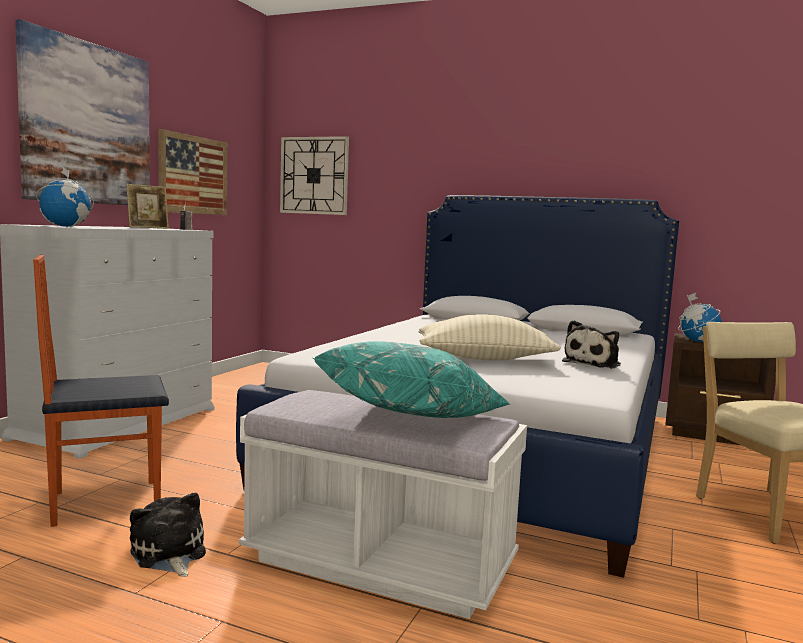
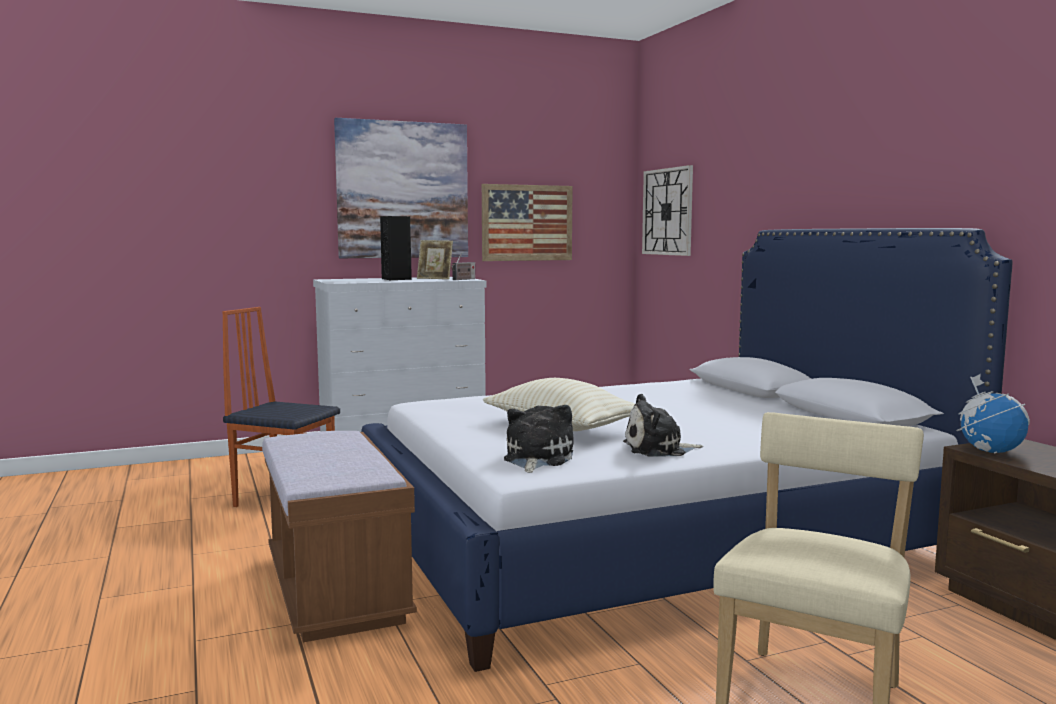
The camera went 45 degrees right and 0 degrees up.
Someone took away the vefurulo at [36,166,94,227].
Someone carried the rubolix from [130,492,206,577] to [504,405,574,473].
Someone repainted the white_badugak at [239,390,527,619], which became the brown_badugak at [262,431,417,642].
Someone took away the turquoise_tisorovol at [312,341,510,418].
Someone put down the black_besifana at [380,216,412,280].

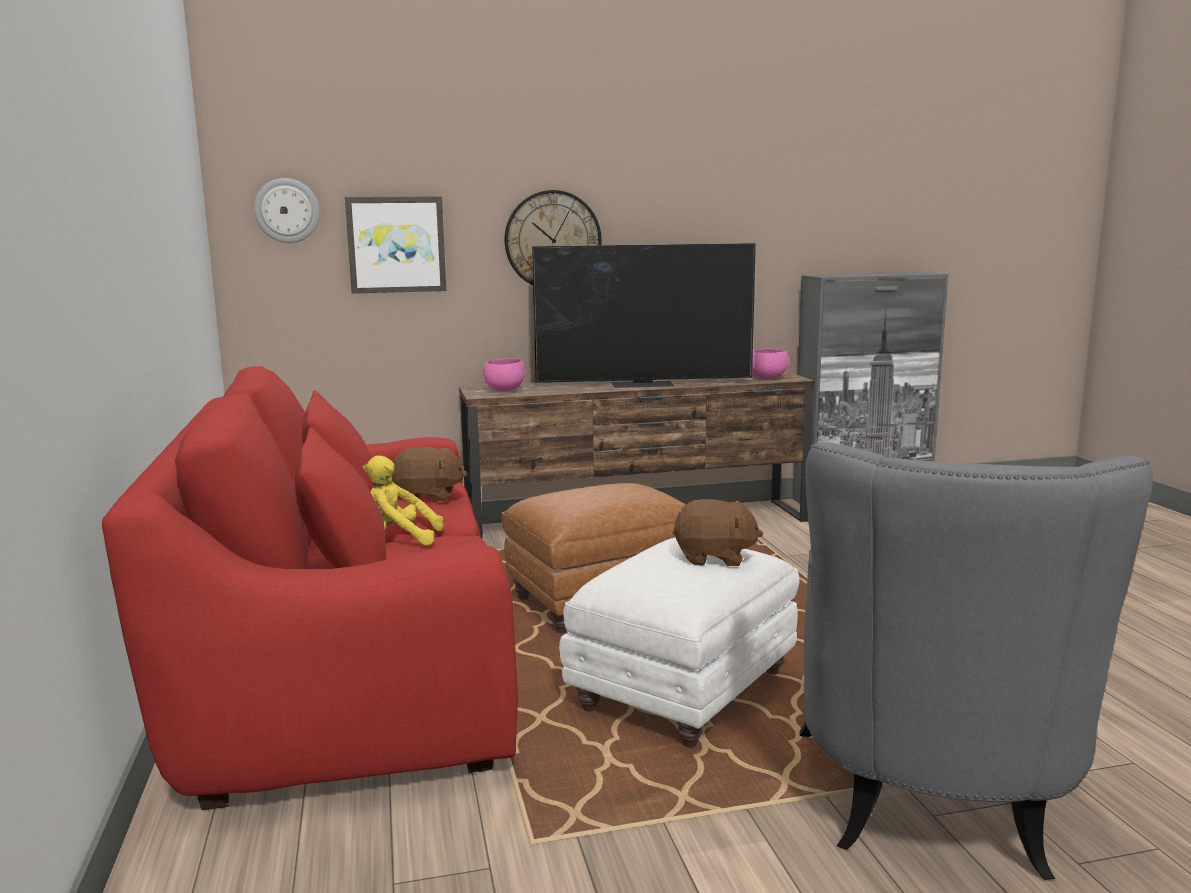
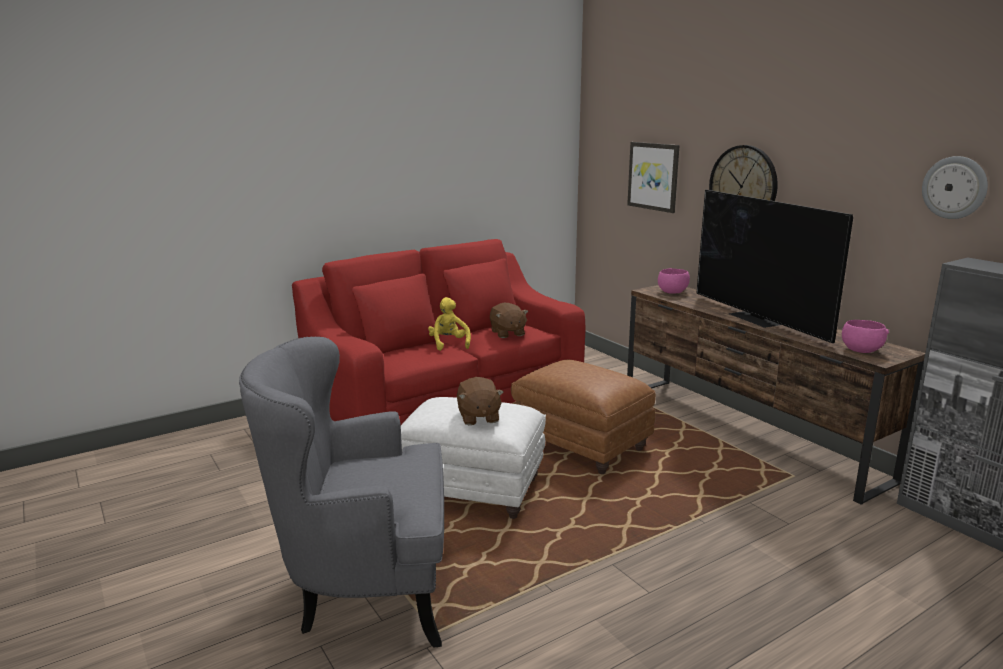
The camera went 70 degrees right and 5 degrees up.
Someone carried the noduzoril from [254,178,320,243] to [922,156,988,219].

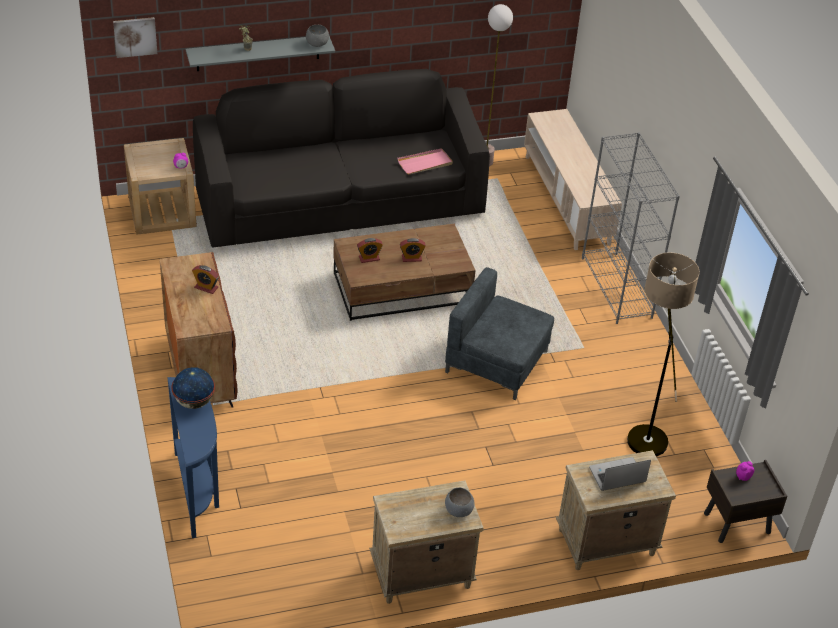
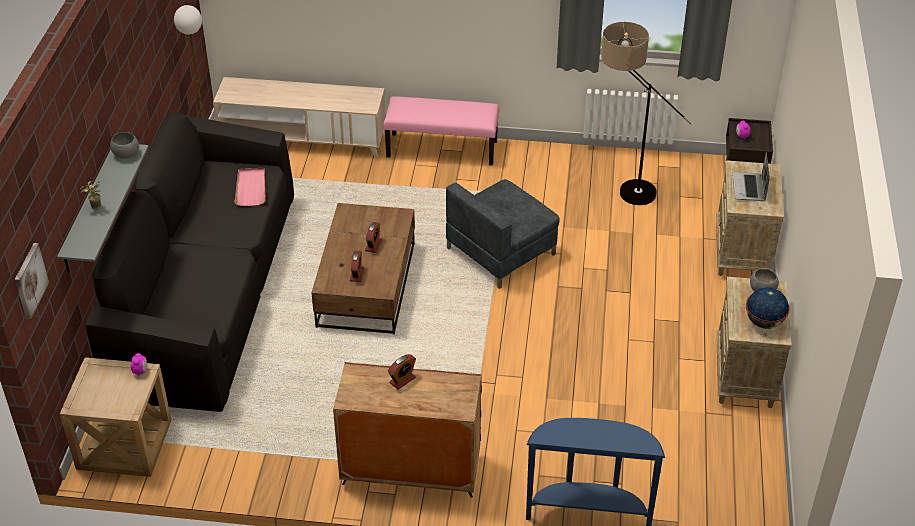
The camera went 65 degrees left and 0 degrees up.
Someone carried the vefurulo from [171,367,215,409] to [746,287,790,329].
Someone swapped the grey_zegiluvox at [582,132,680,324] for the pink_badugak at [383,96,500,165].

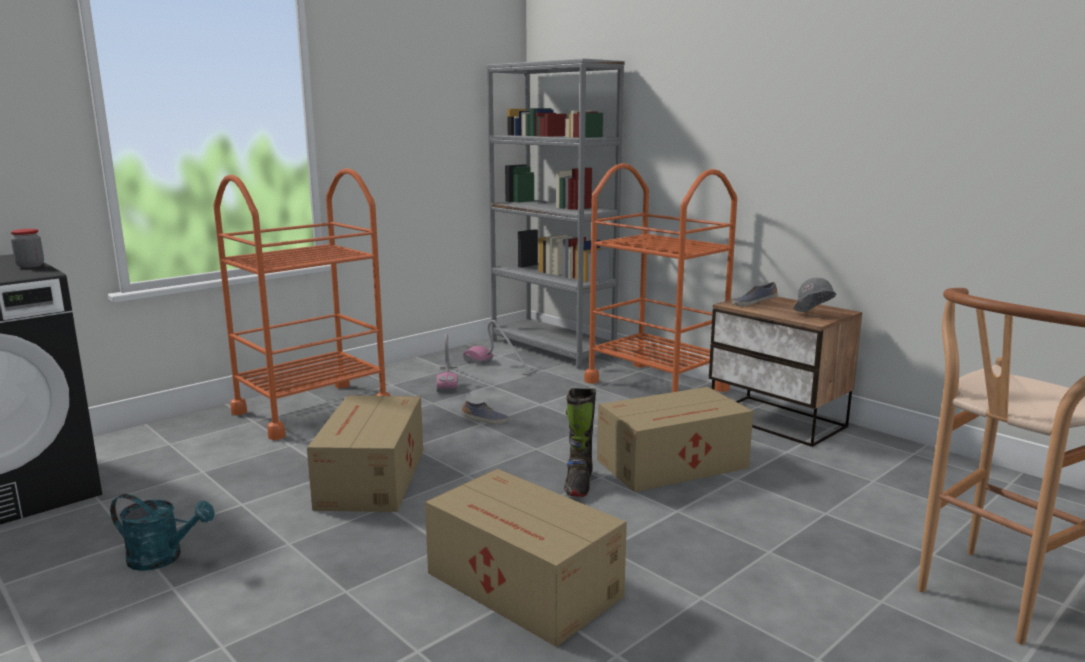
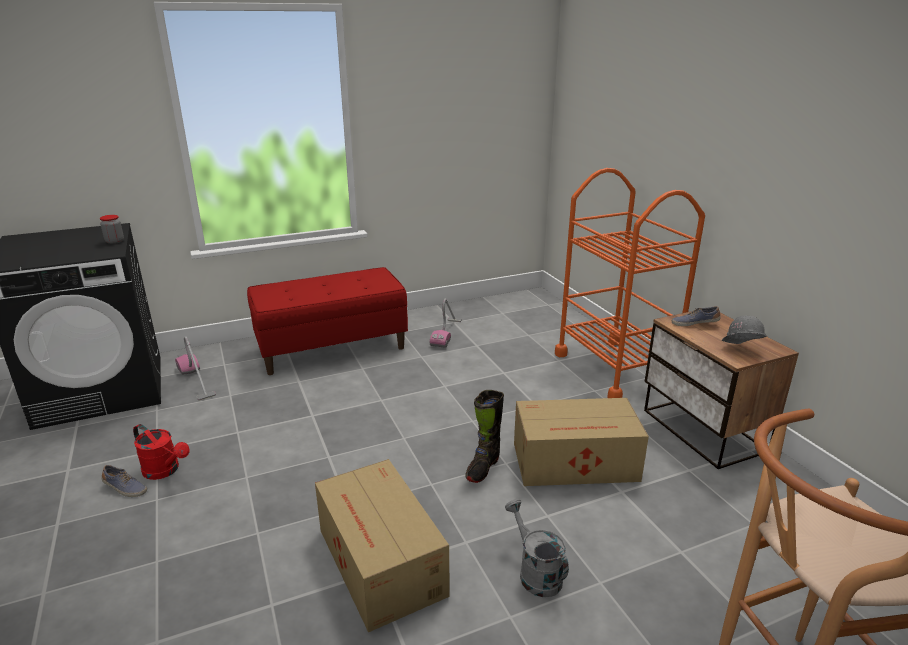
The camera went 20 degrees right and 10 degrees up.
Someone repainted the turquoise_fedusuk at [110,494,215,571], which became the red_fedusuk at [133,424,190,480].
Someone swapped the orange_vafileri at [213,168,391,440] for the red_badugak at [247,267,408,375].
Someone took away the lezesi at [307,395,423,512].
Someone carried the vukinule from [461,401,509,424] to [101,465,147,497].
Someone carried the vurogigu from [463,320,538,376] to [175,336,216,401].
Someone took away the grey_zegiluvox at [486,59,625,369].
Someone put down the grey_fedusuk at [505,499,569,597].

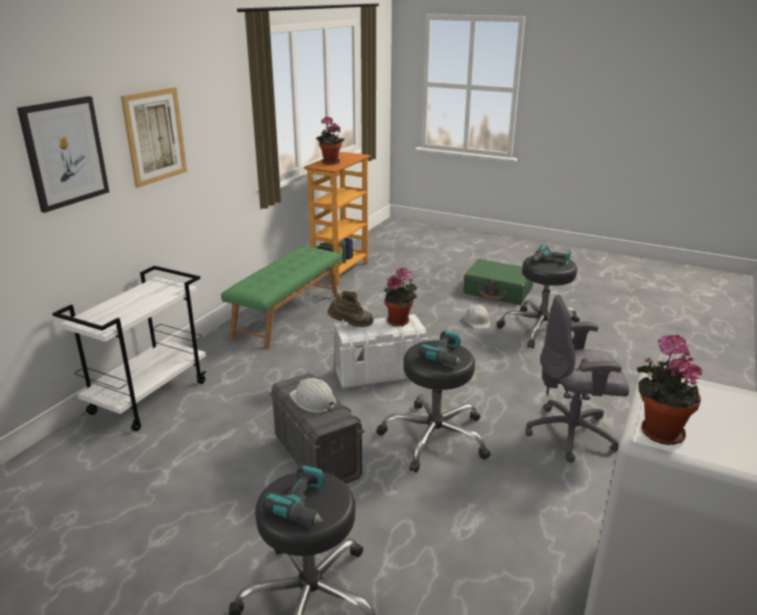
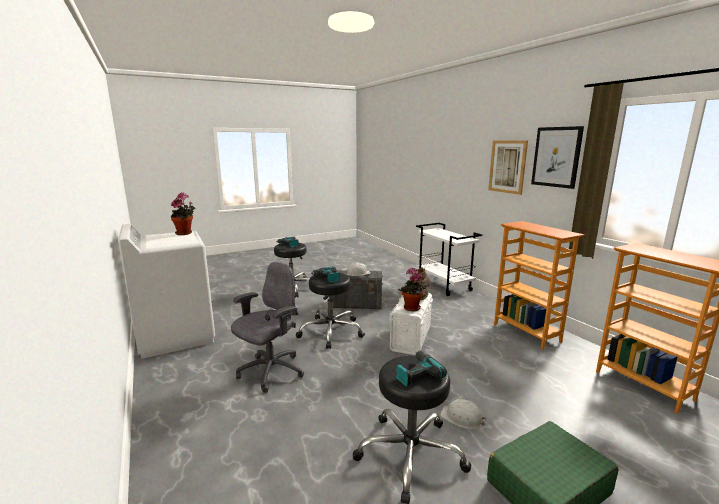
The camera went 125 degrees right and 10 degrees down.
Someone carried the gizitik from [17,96,109,213] to [531,126,584,189].
Someone swapped the green_badugak at [221,246,341,349] for the zegiluvox at [494,221,585,350].
Someone took away the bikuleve at [316,116,345,164].

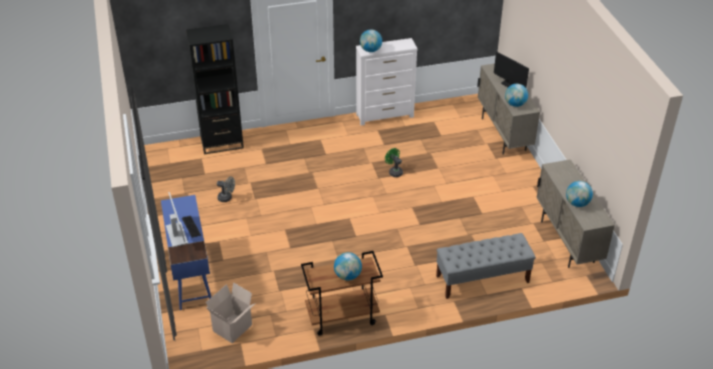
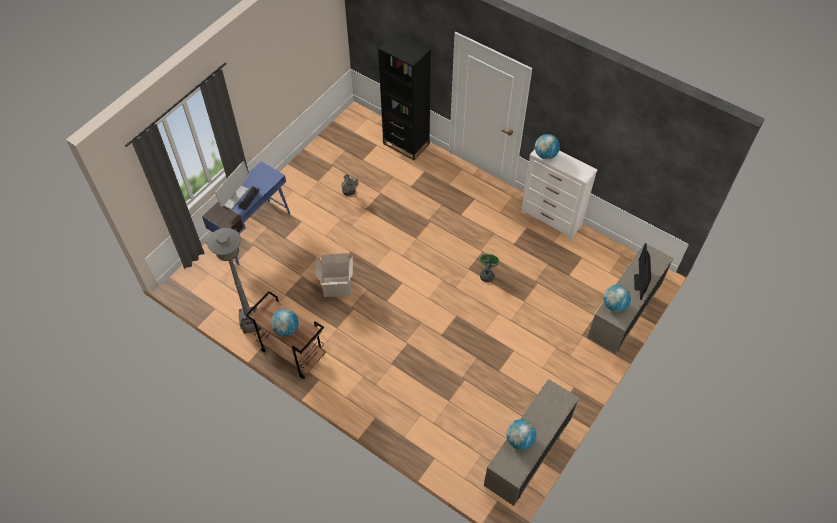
The camera went 50 degrees right and 15 degrees up.
Someone carried the lezesi from [206,282,256,343] to [316,253,353,297].
Someone took away the grey_badugak at [436,233,536,299].
Someone put down the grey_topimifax at [207,228,261,333].

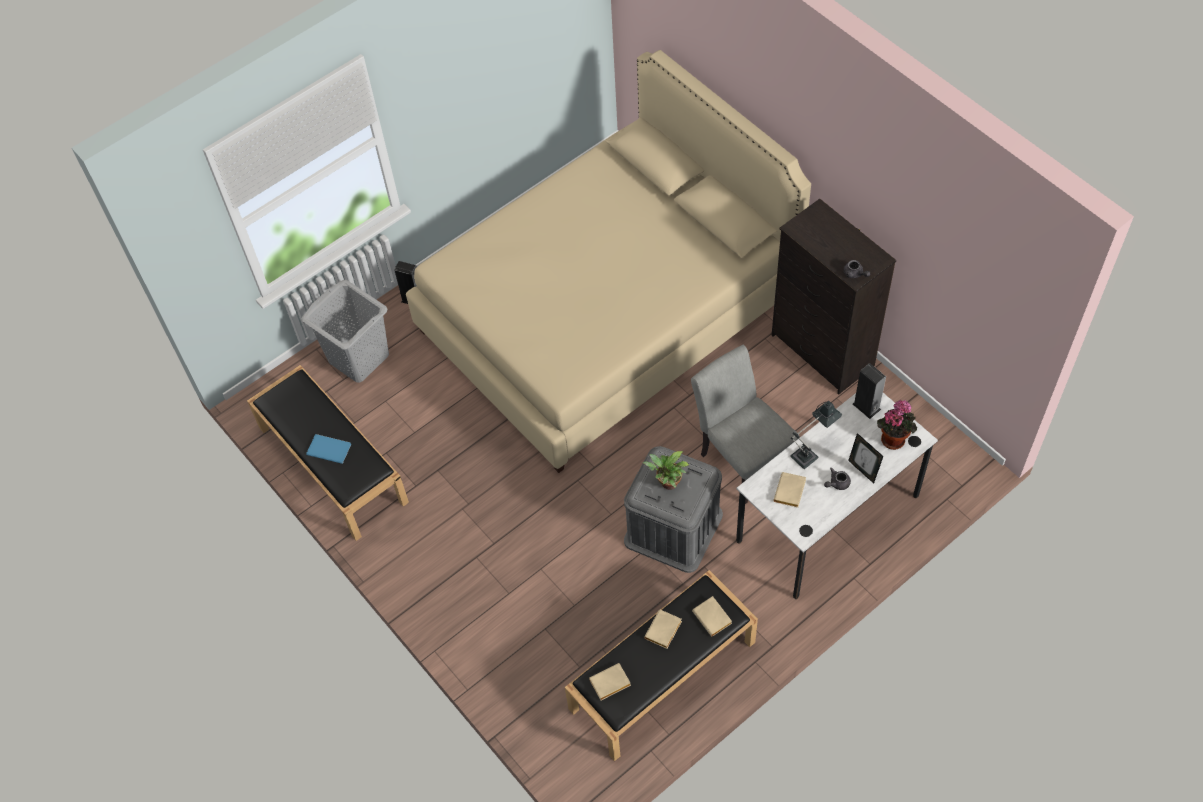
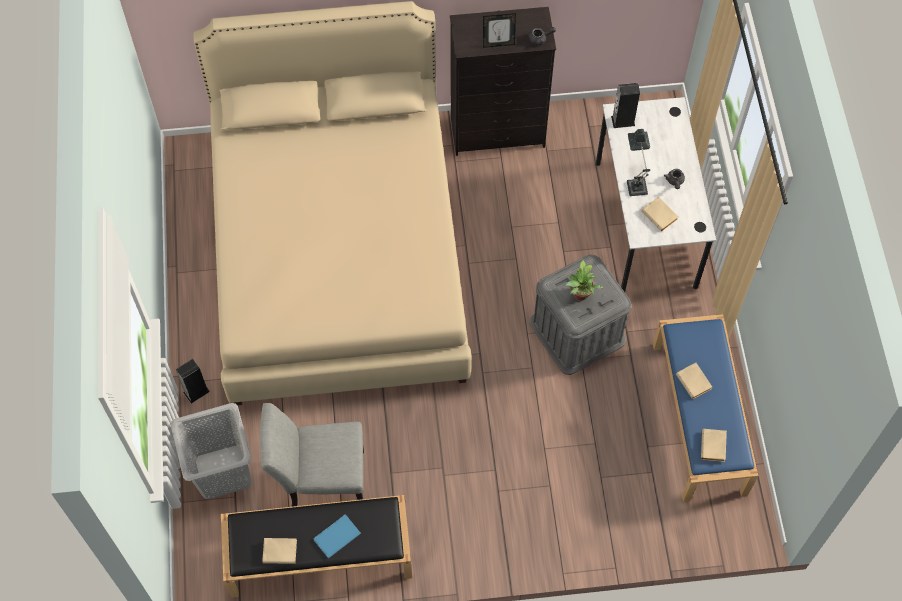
The camera went 60 degrees left and 5 degrees up.
Someone repainted the black_badugak at [565,570,758,761], which became the blue_badugak at [653,314,758,502].
Someone carried the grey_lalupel from [691,345,799,504] to [260,403,364,507].
Someone carried the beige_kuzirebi from [692,596,732,637] to [262,538,297,564].
Someone carried the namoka from [848,433,883,484] to [483,13,516,48].
Someone took away the bikuleve at [877,400,917,450].

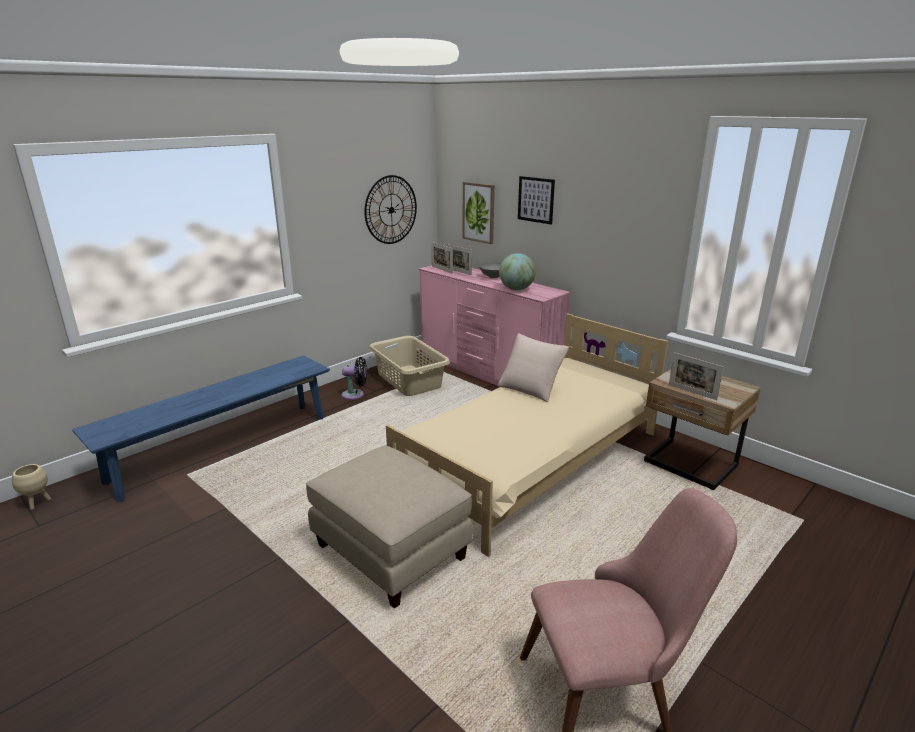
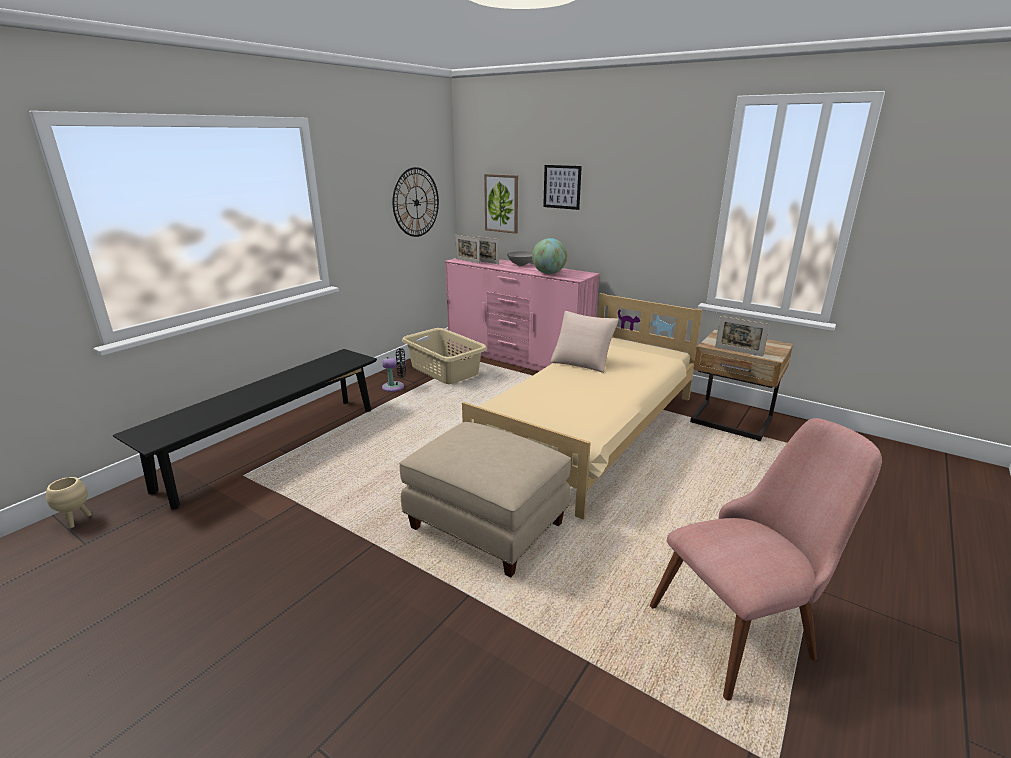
The camera went 10 degrees left and 0 degrees up.
Someone repainted the blue_badugak at [72,355,330,502], which became the black_badugak at [113,349,377,510].

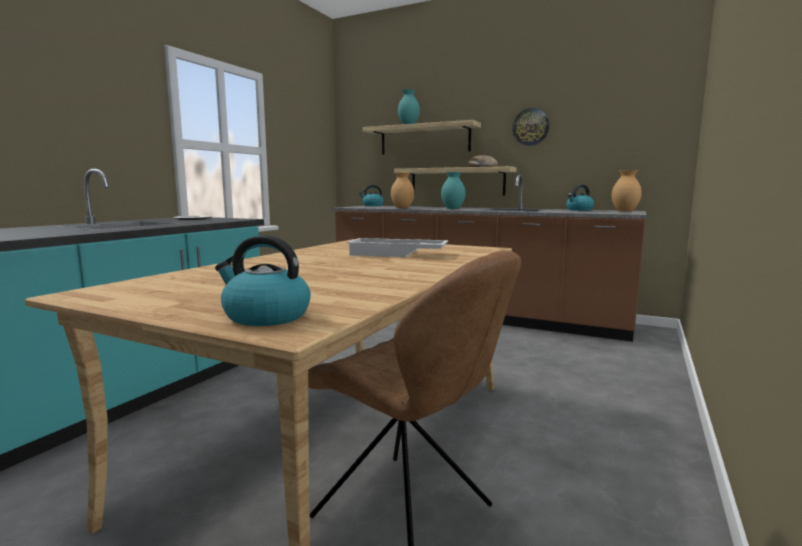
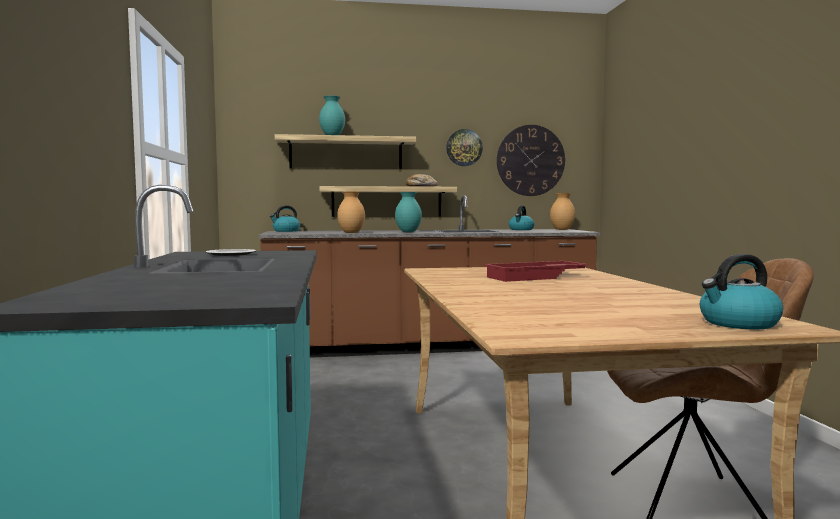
The camera went 35 degrees left and 5 degrees down.
Someone repainted the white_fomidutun at [347,238,448,257], which became the red_fomidutun at [484,261,588,282].
Someone put up the noduzoril at [497,125,565,196].

